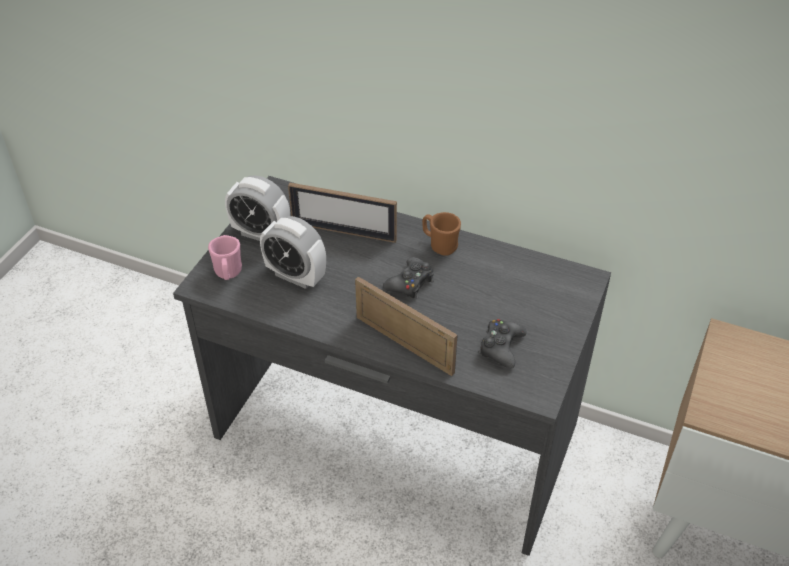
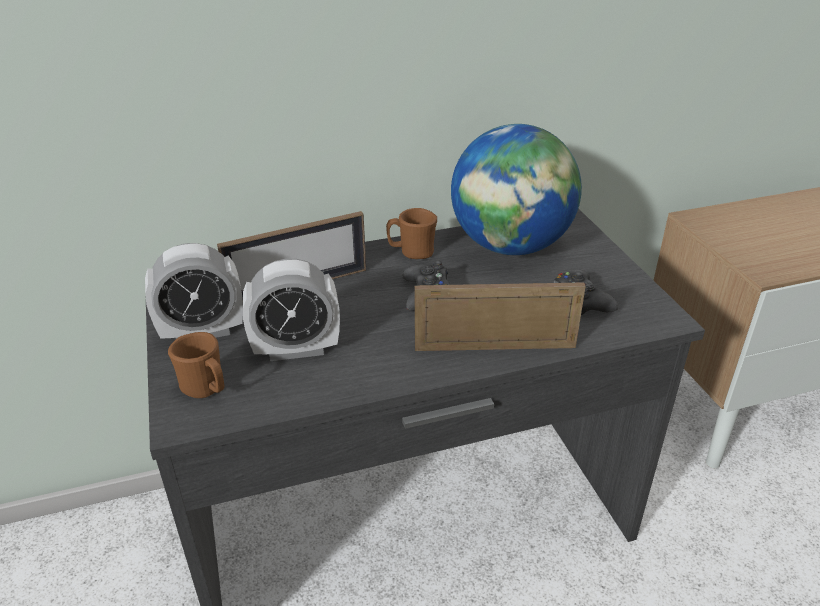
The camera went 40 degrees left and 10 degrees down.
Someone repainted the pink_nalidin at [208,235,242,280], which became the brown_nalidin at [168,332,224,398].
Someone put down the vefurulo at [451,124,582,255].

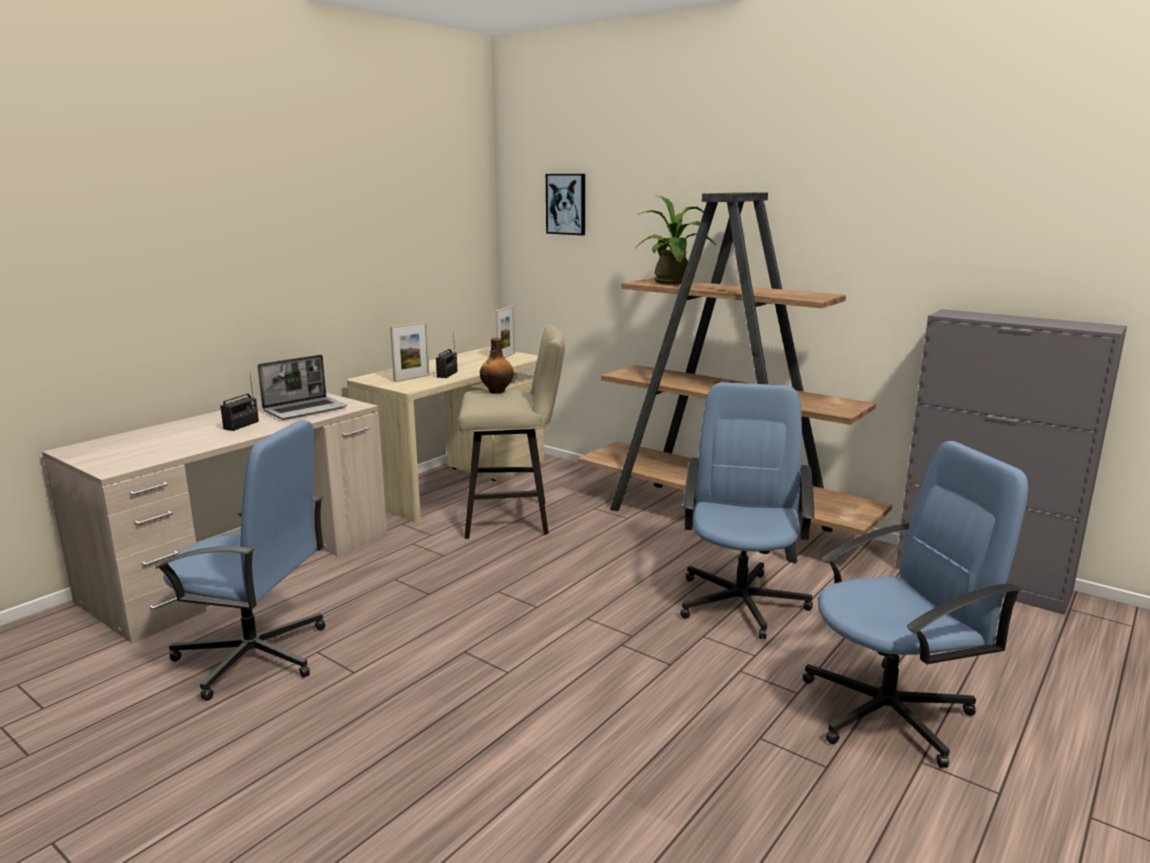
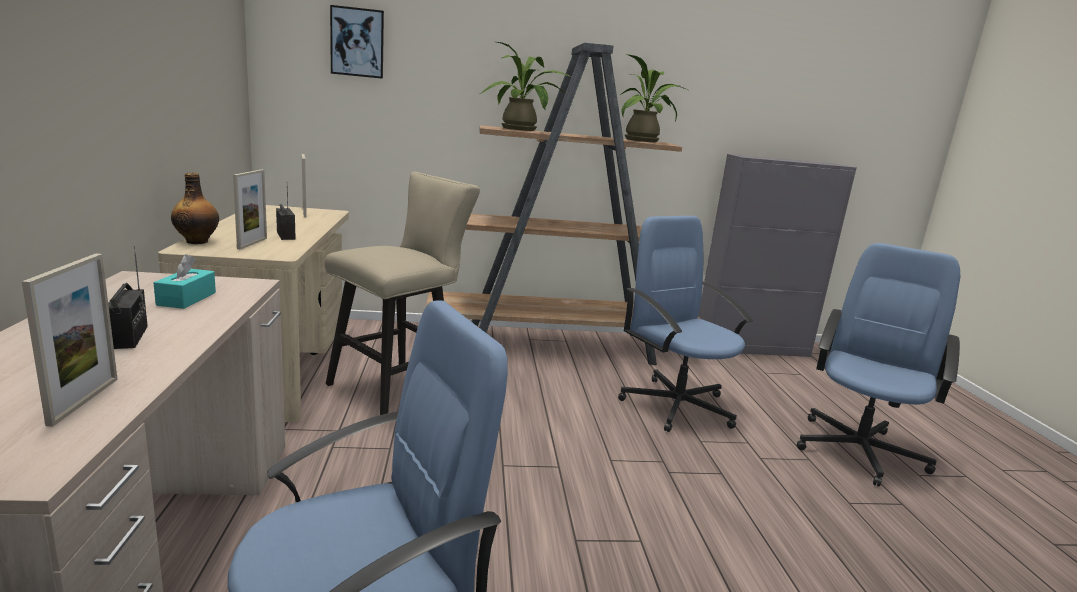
The camera went 45 degrees left and 0 degrees up.
Someone swapped the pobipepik at [257,355,347,420] for the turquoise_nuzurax at [154,254,216,309].
Someone carried the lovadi from [480,337,514,394] to [171,173,219,244].
Someone put down the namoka at [22,253,118,427].
Someone put down the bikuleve at [621,54,688,142].

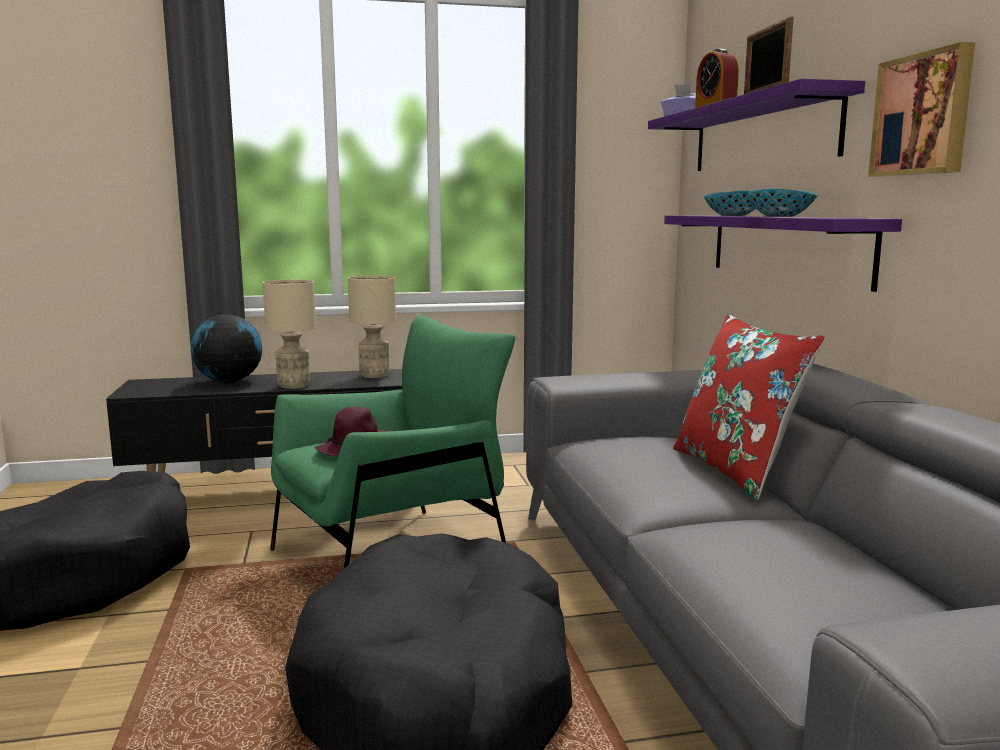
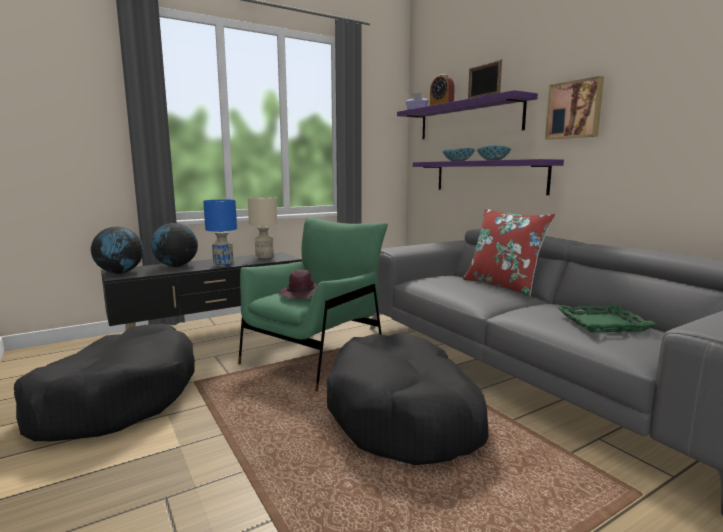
The camera went 20 degrees left and 0 degrees up.
Someone repainted the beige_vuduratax at [263,280,316,389], which became the blue_vuduratax at [203,200,237,267].
Someone put down the vefurulo at [91,227,143,274].
Someone put down the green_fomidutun at [557,305,657,333].

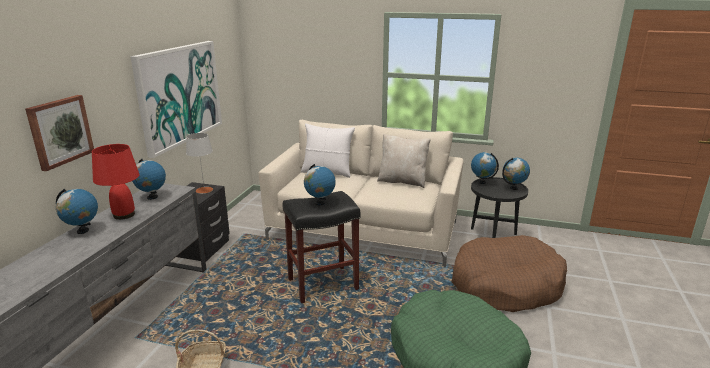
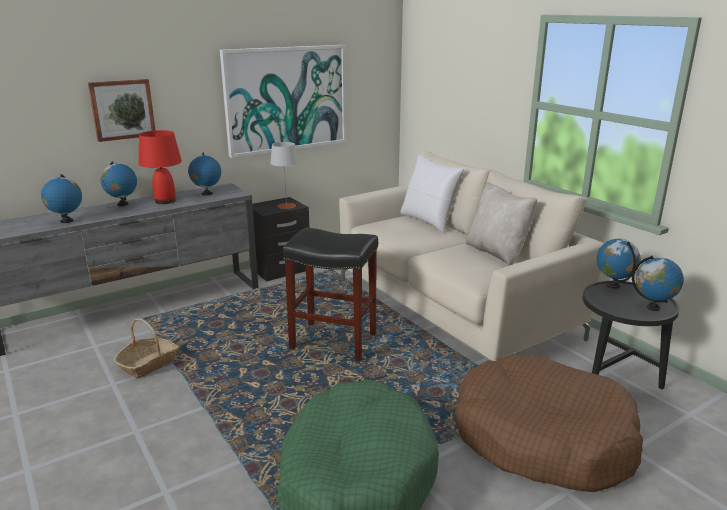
The camera went 40 degrees right and 0 degrees up.
Someone carried the vefurulo from [304,164,336,205] to [41,174,82,223].

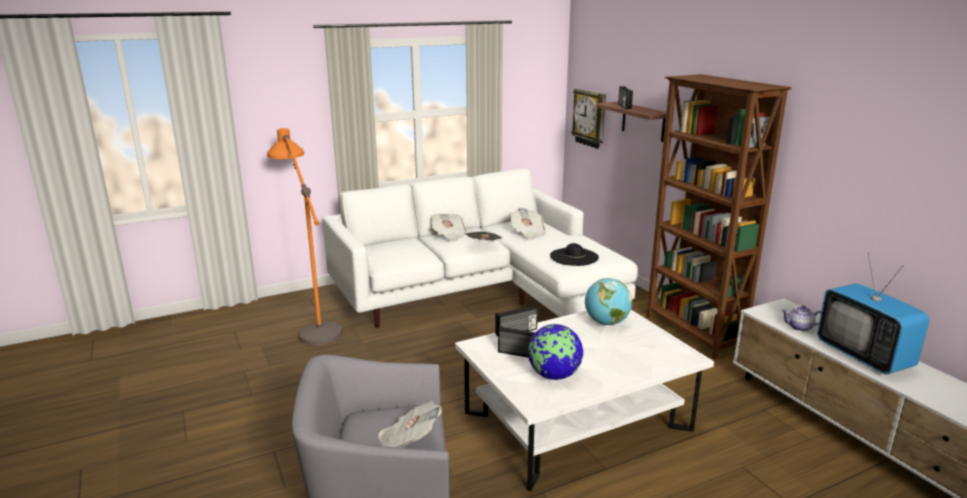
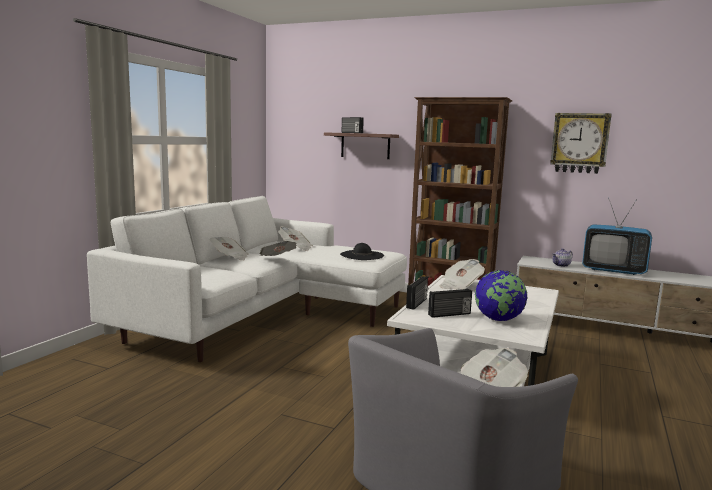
The camera went 40 degrees left and 10 degrees down.
Someone took away the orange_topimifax at [267,128,343,346].
Someone carried the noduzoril from [571,89,606,149] to [550,113,611,174].
Someone swapped the vefurulo at [585,278,632,325] for the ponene at [440,259,485,290].

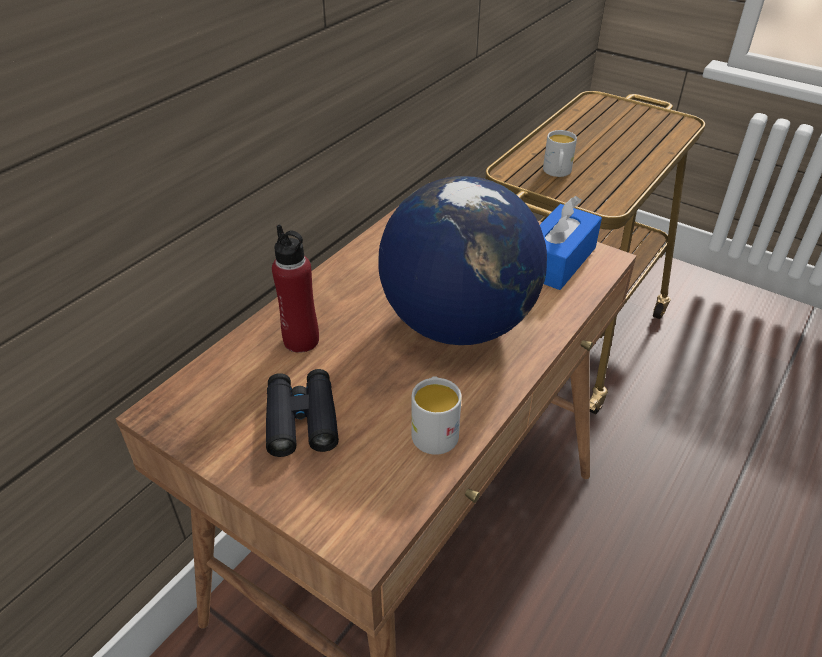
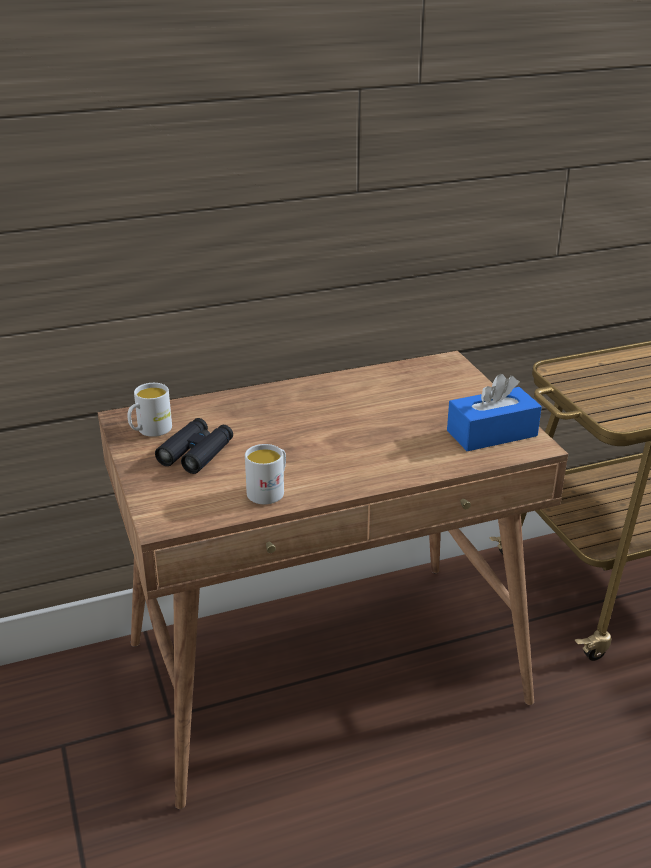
The camera went 35 degrees right and 10 degrees down.
Someone took away the red_lovadi at [272,224,319,353].
Someone took away the vefurulo at [379,176,547,345].
Someone carried the white_nalidin from [543,130,577,177] to [127,383,172,437].

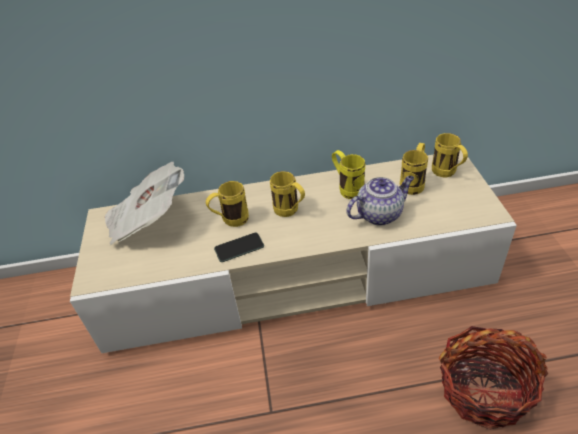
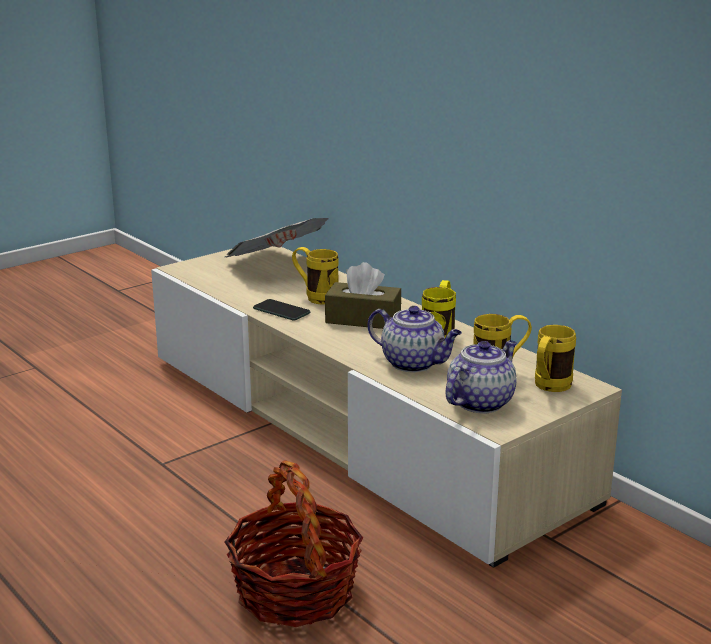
The camera went 55 degrees right and 20 degrees down.
Someone swapped the yellow_nalidin at [270,171,305,217] for the brown_nuzurax at [325,262,401,329].
Someone put down the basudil at [445,340,517,414].

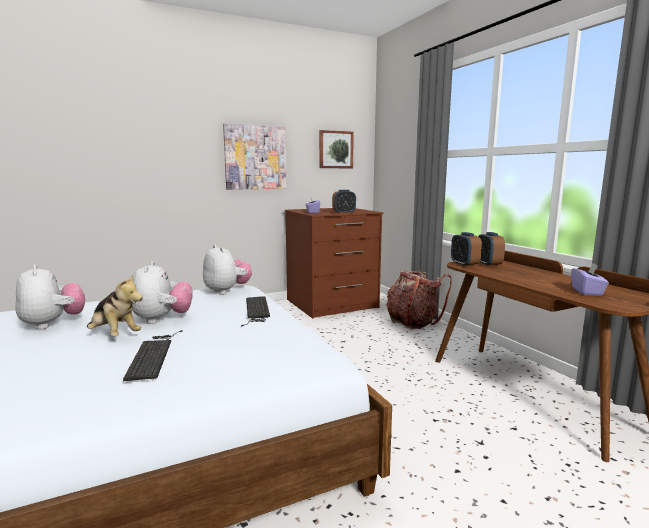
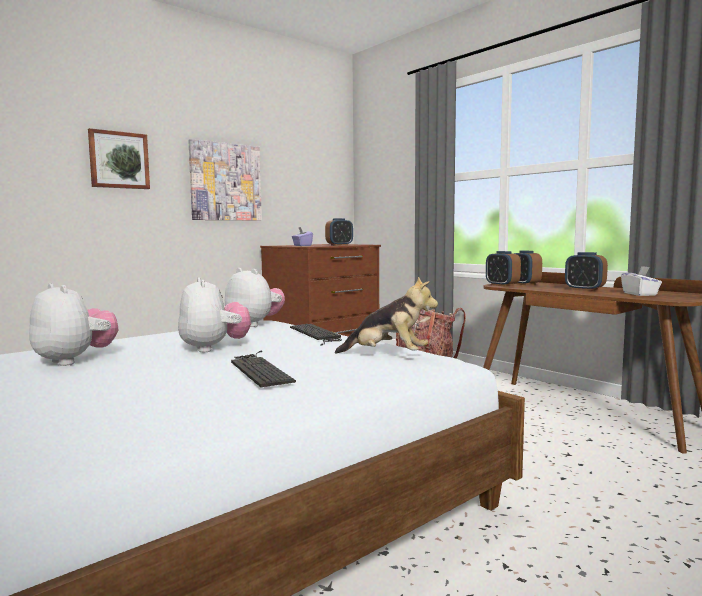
The camera went 15 degrees left and 5 degrees down.
Someone carried the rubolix from [87,274,143,337] to [335,277,438,354].
Someone carried the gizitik from [319,130,354,168] to [88,128,150,189].
Someone repainted the purple_nuzurax at [571,264,609,296], which became the white_nuzurax at [621,266,662,296].
Someone put down the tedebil at [565,252,608,291].

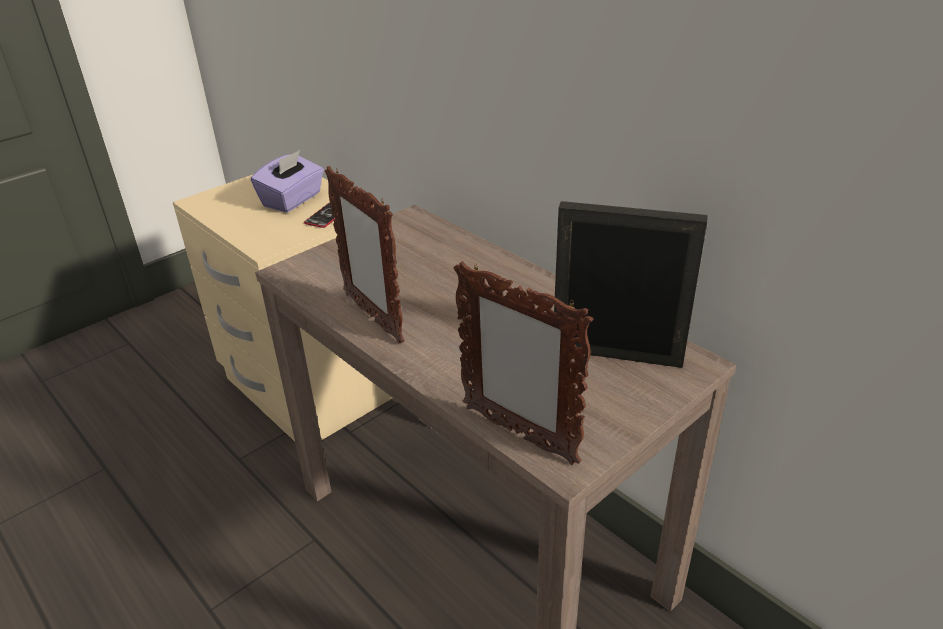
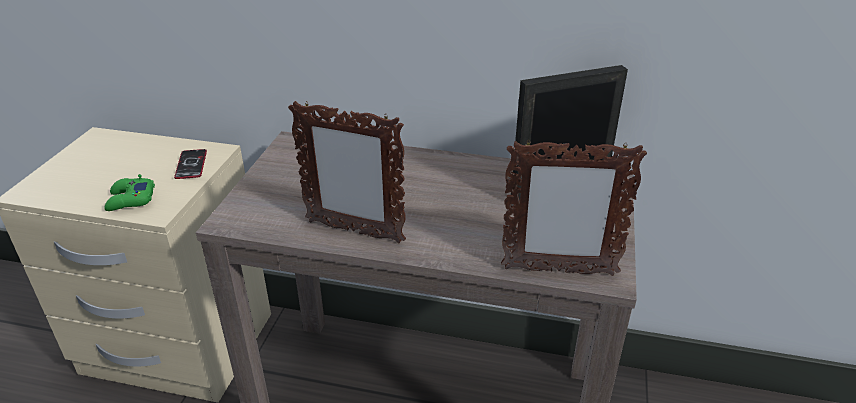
The camera went 35 degrees left and 0 degrees up.
Someone took away the purple_nuzurax at [251,150,324,212].
Someone put down the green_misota at [104,174,155,211].

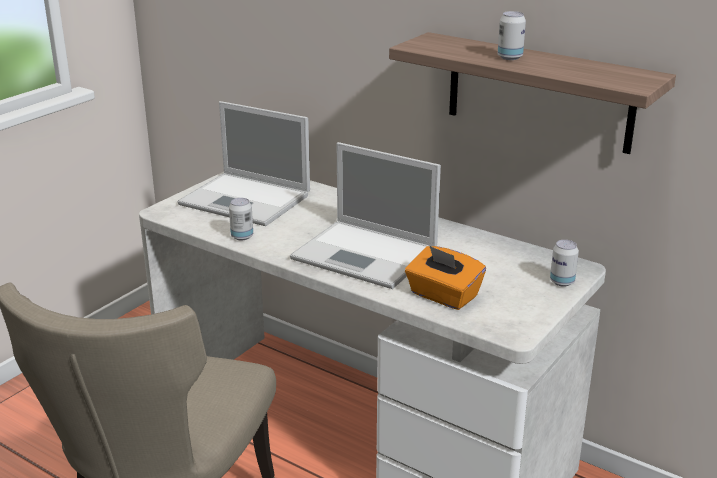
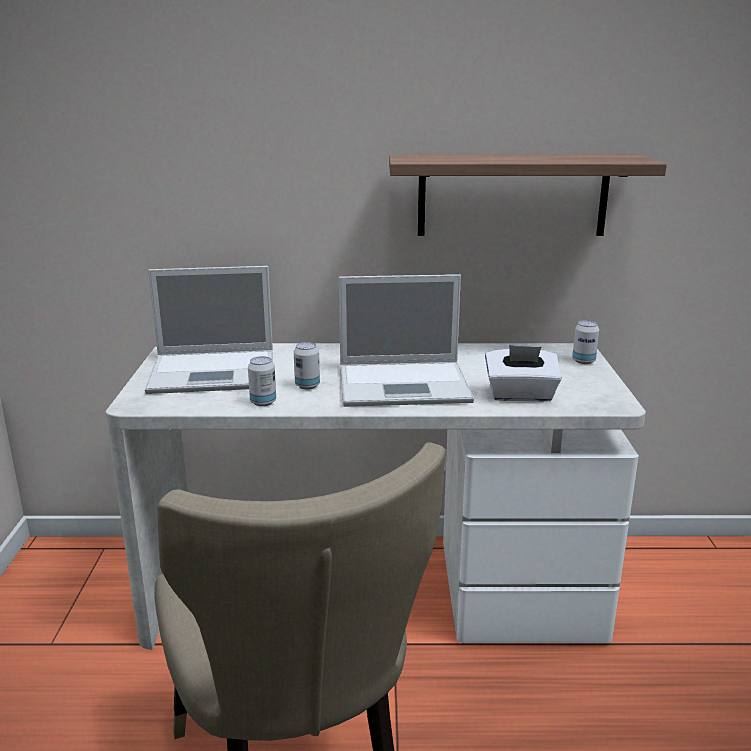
The camera went 35 degrees left and 5 degrees down.
Someone repainted the orange_nuzurax at [405,245,486,310], which became the white_nuzurax at [485,345,562,402].
Someone carried the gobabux from [498,11,526,60] to [294,342,320,390].

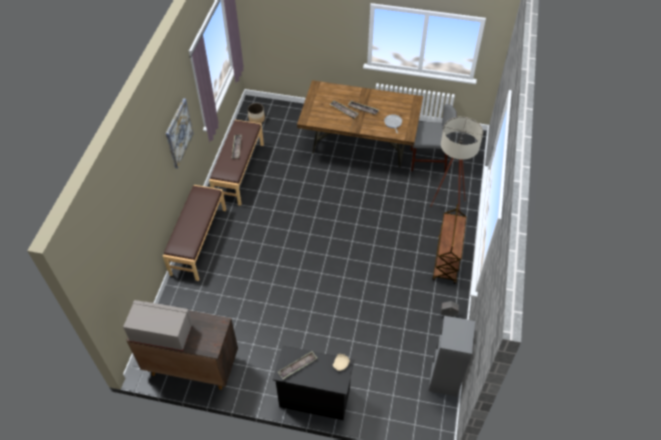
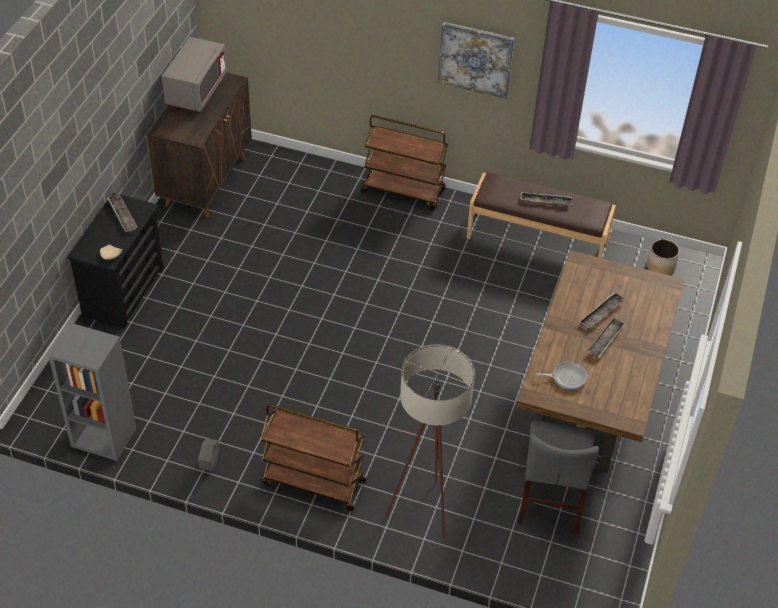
The camera went 95 degrees right and 5 degrees down.
Someone swapped the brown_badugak at [163,185,226,281] for the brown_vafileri at [361,115,448,210].

